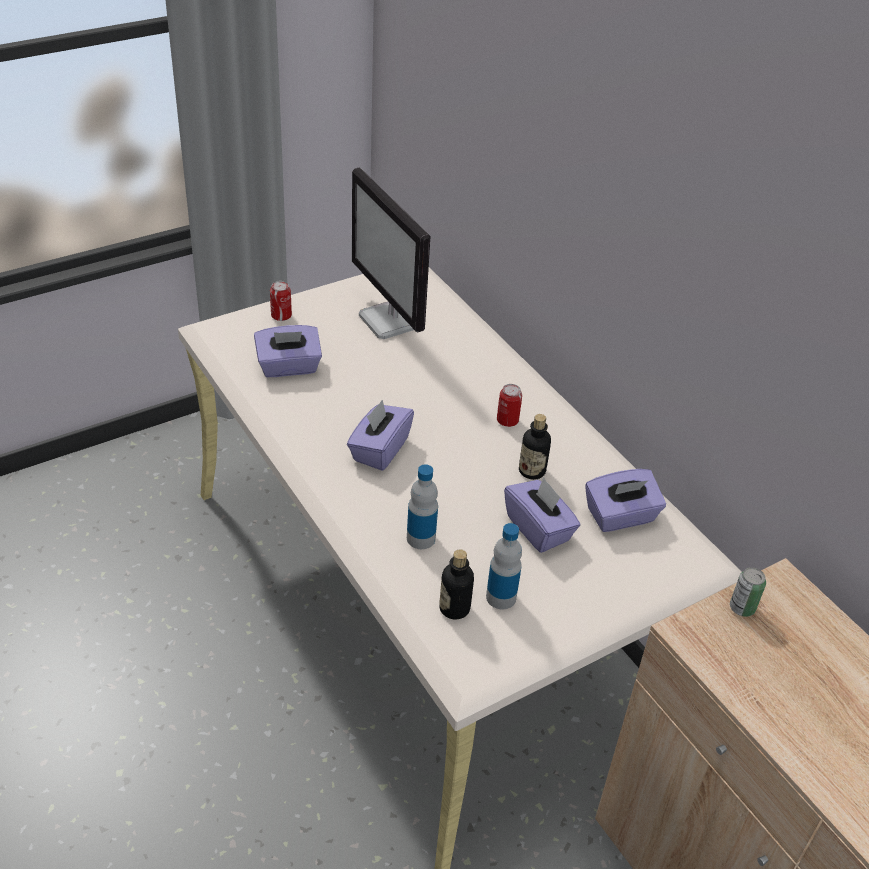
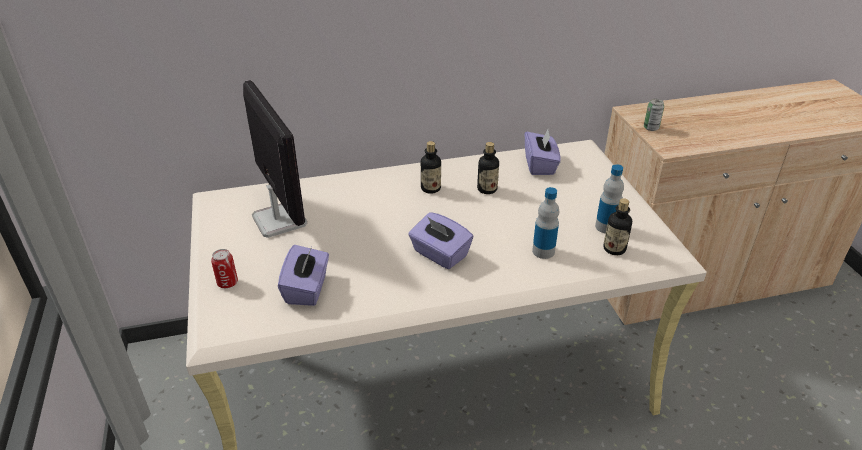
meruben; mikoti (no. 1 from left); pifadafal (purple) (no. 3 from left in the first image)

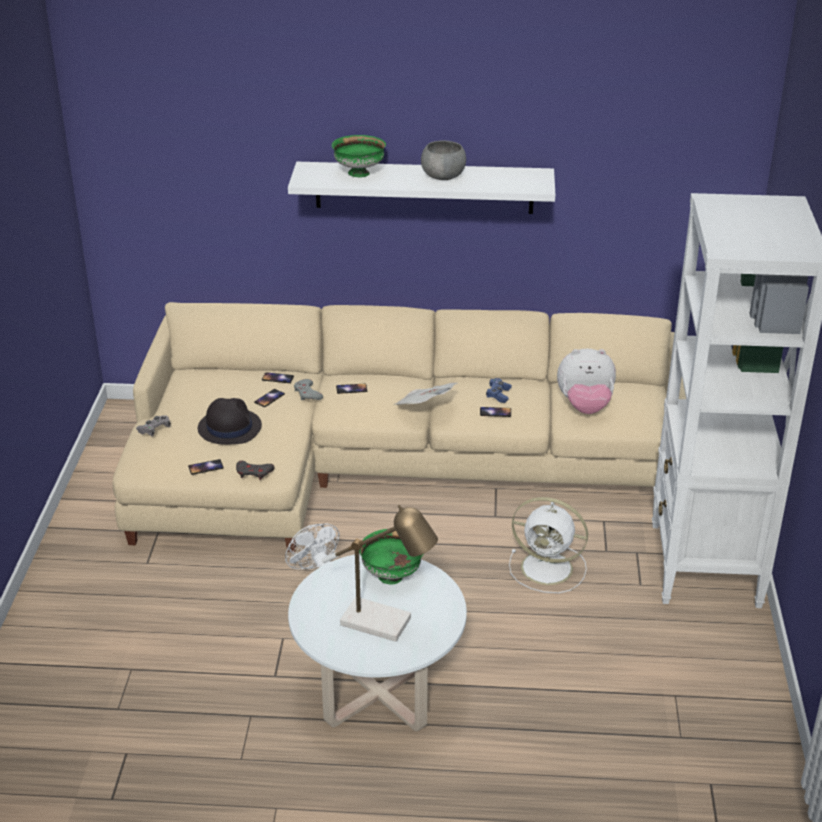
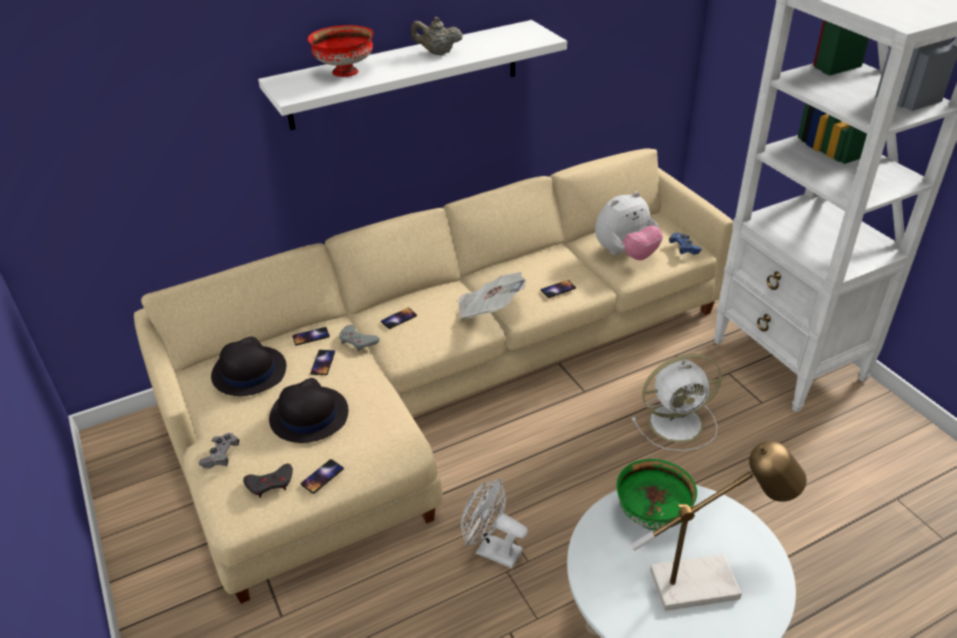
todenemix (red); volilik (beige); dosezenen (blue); dosezenen (grey) (no. 2 from left); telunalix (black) (no. 1 from left)

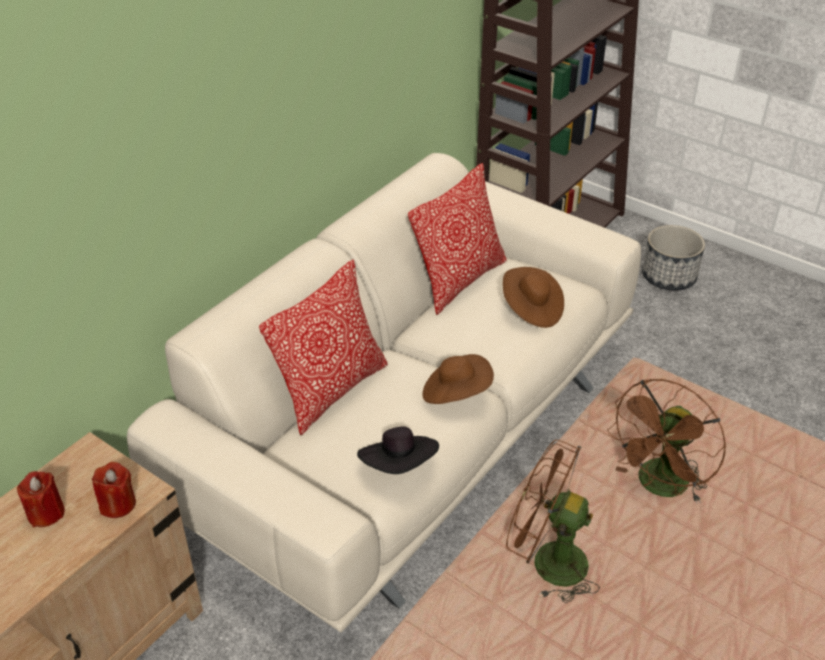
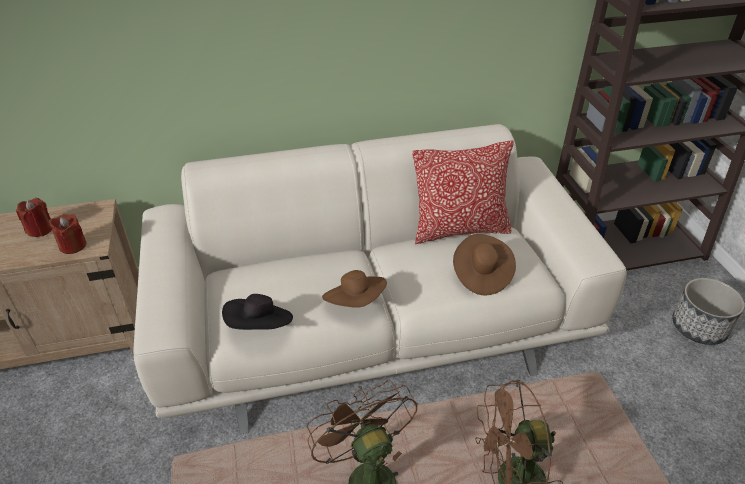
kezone (no. 1 from left in the first image)

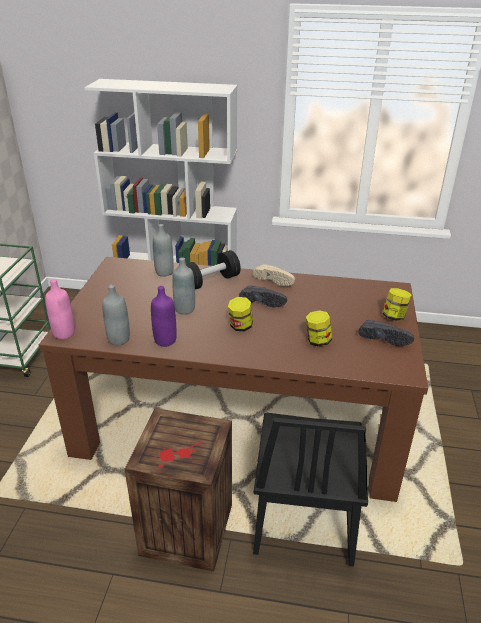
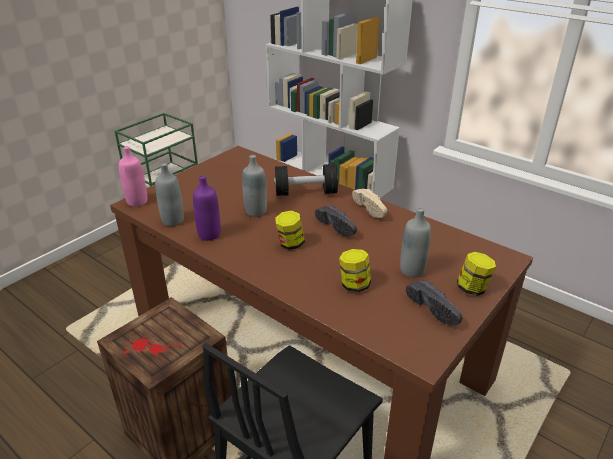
mikoti (grey) (no. 3 from left)

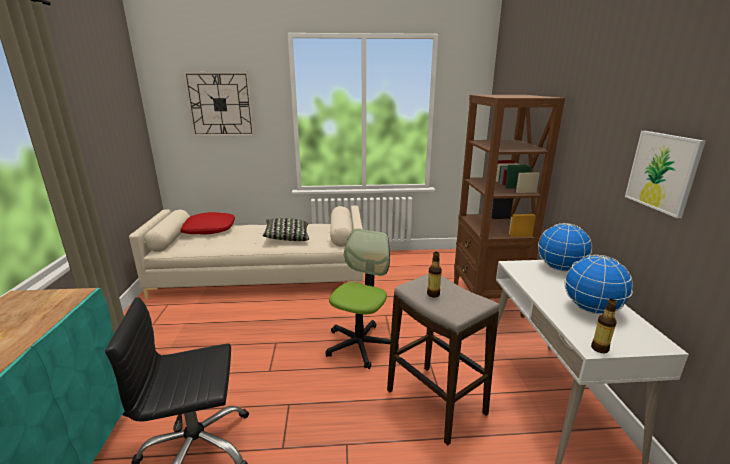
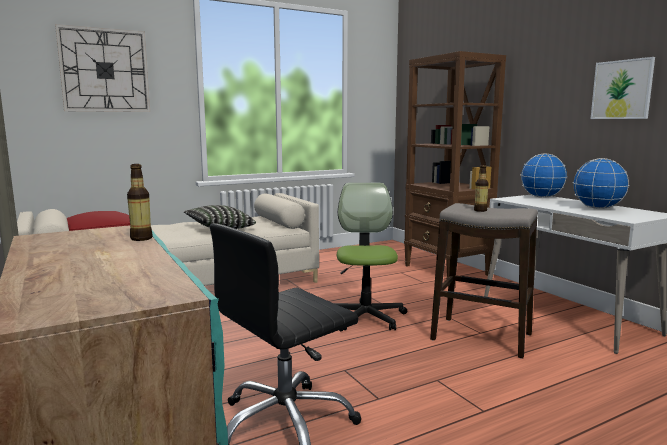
mikoti (no. 1 from left)

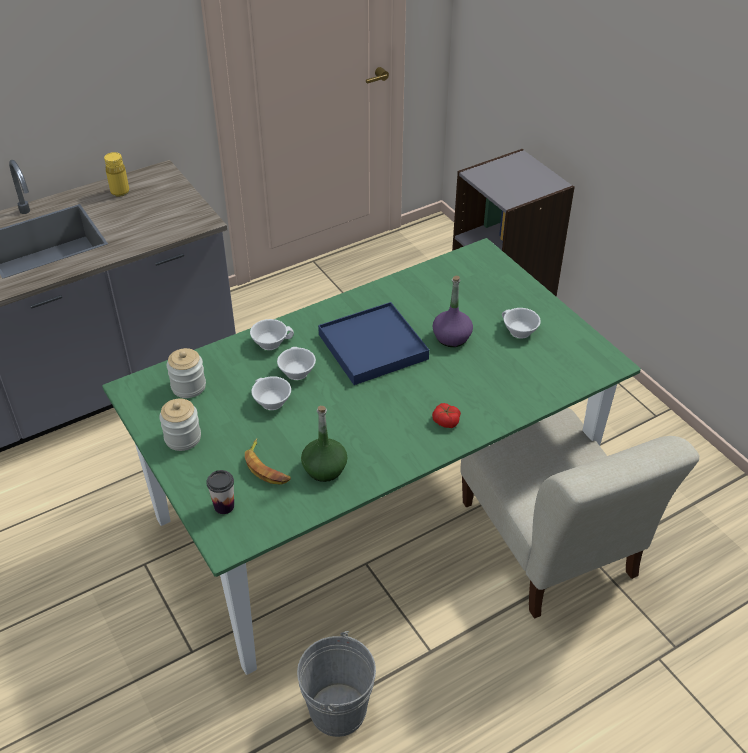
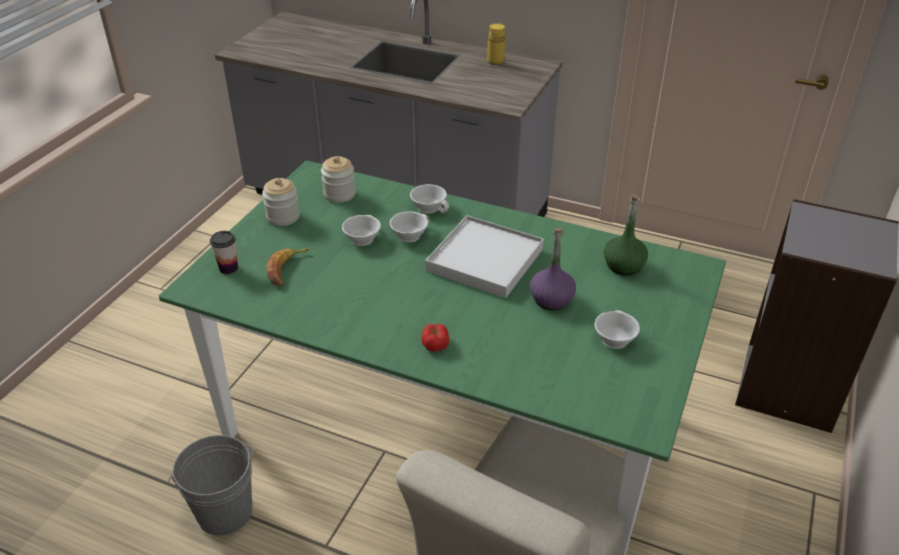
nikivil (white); mikoti (green)

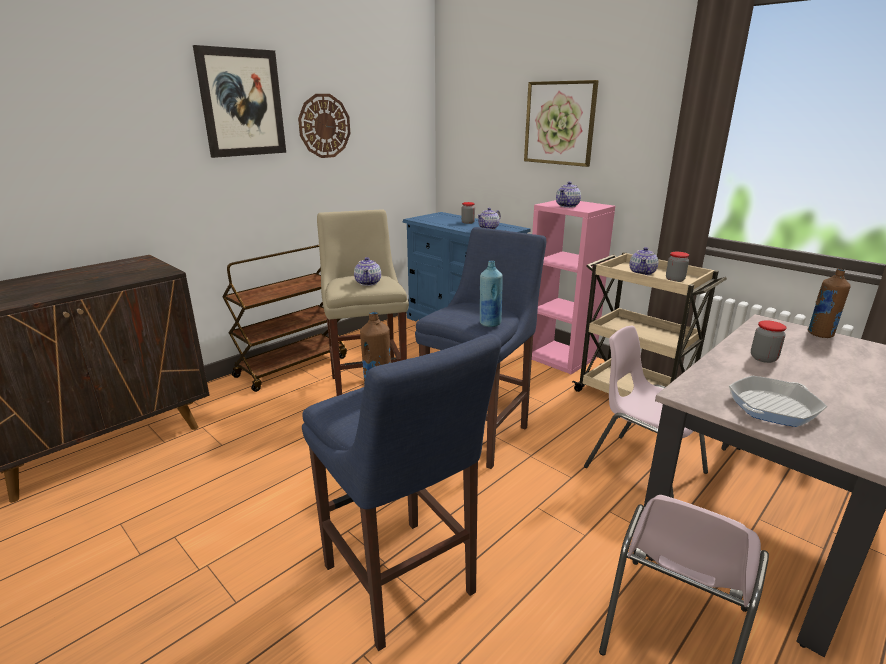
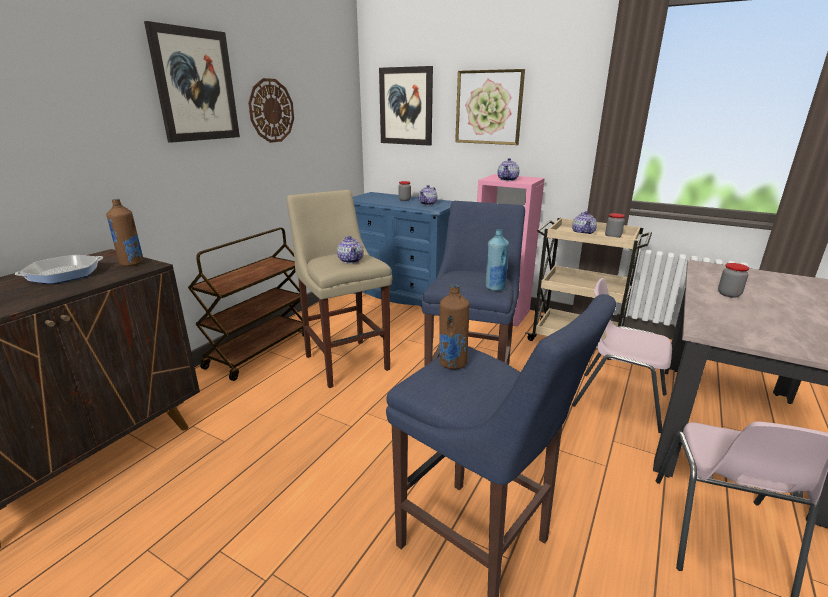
mikoti (brown) (no. 1 from left); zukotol; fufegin (no. 2 from left)

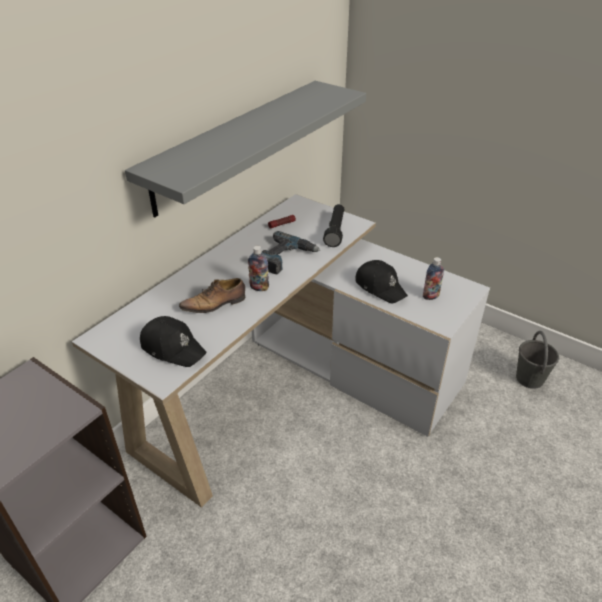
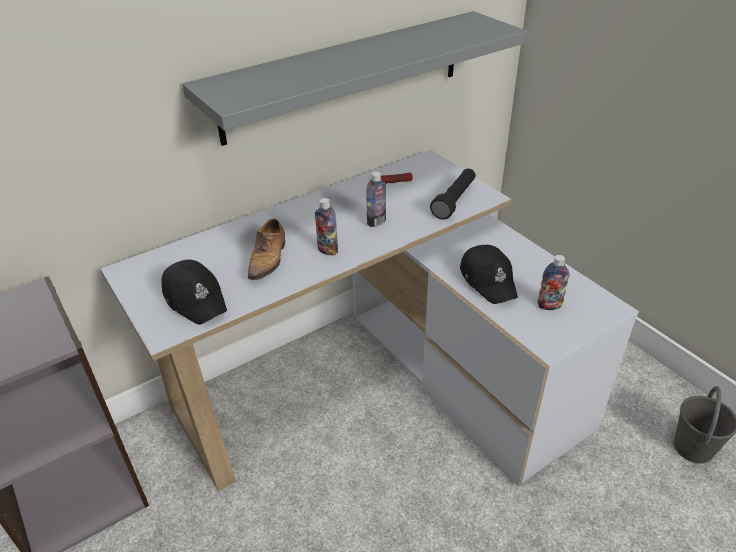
mikoti (no. 2 from left); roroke

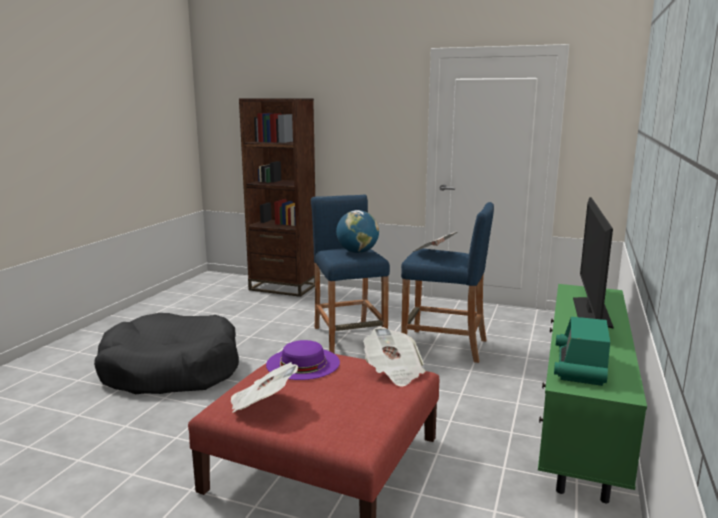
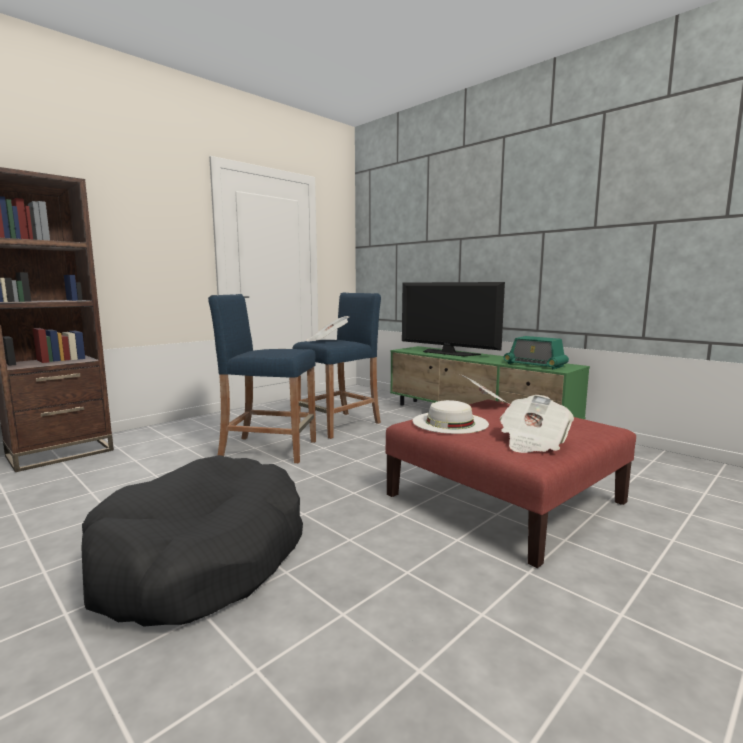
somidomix; telunalix (white)

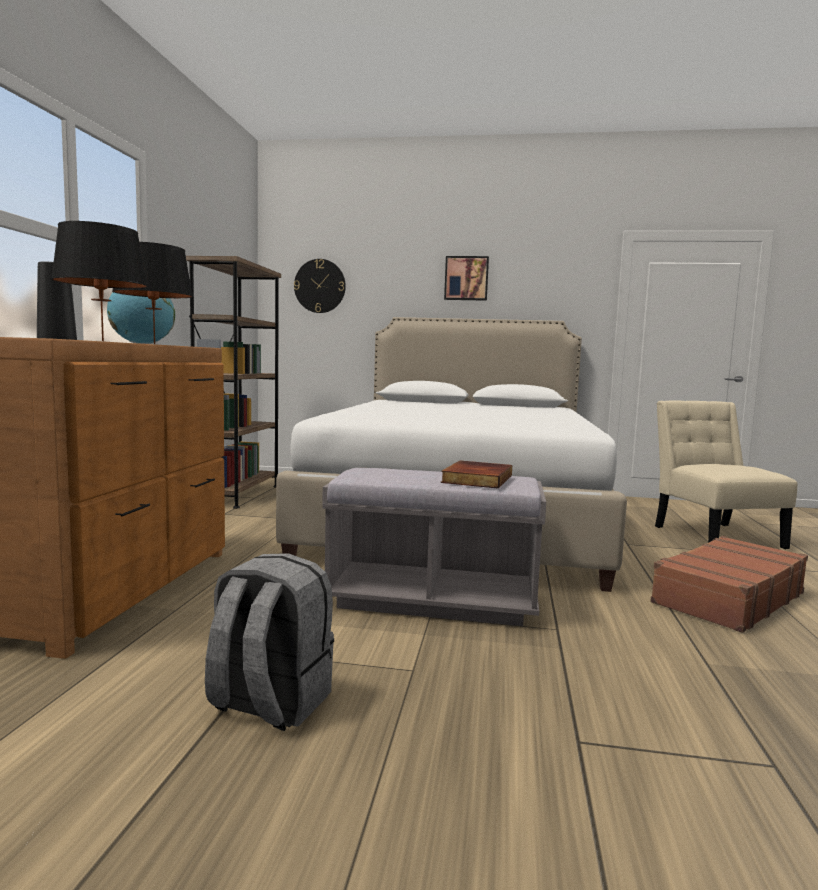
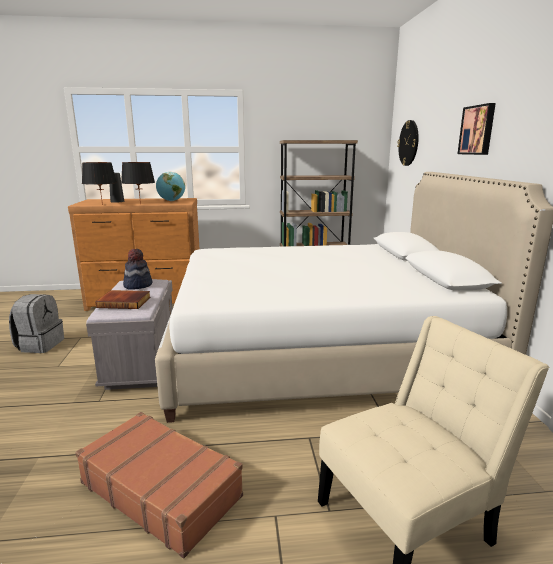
telunalix

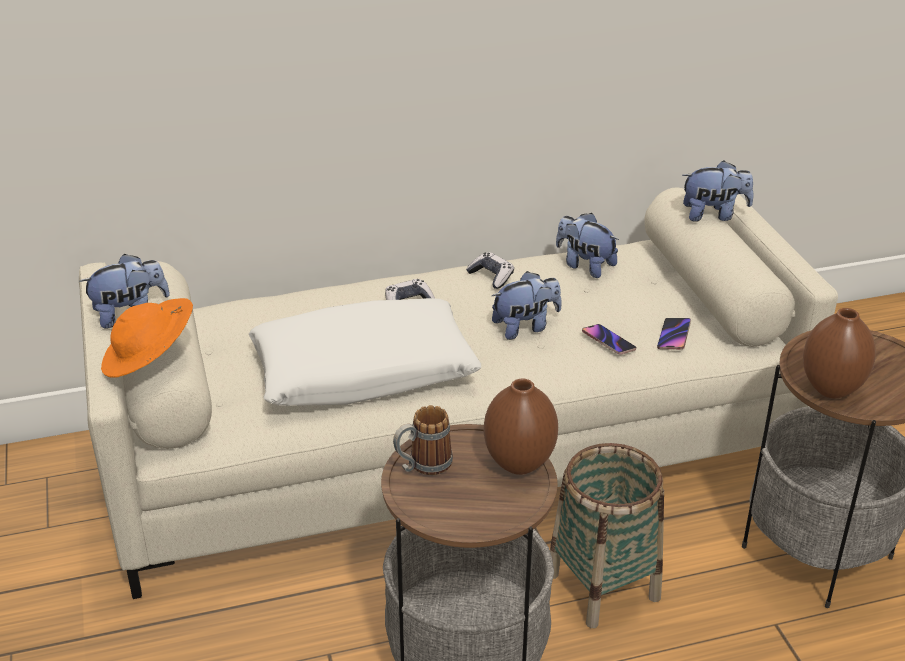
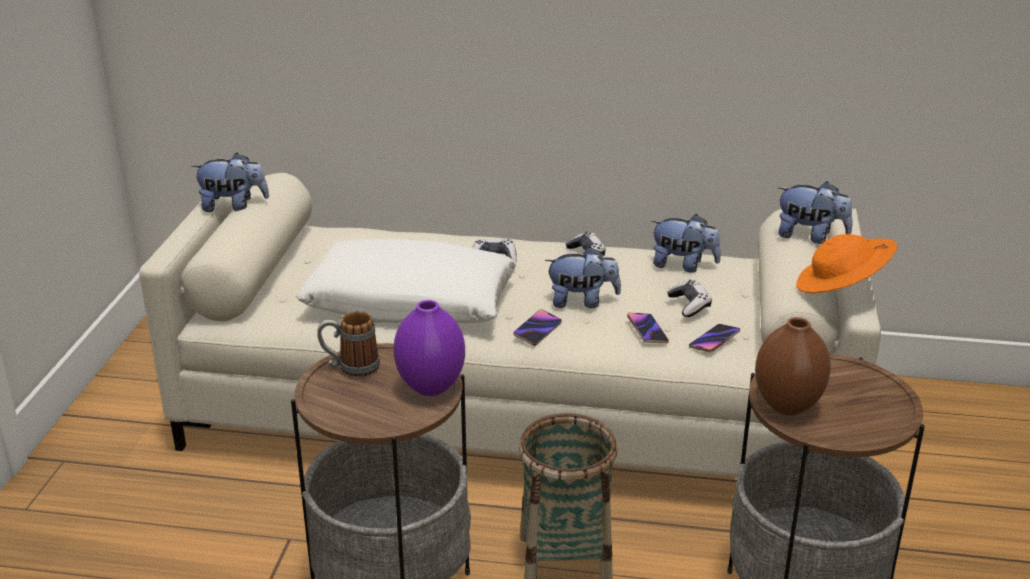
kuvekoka (no. 3 from left); telunalix (orange); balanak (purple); dosezenen (no. 3 from left); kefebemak (no. 1 from left)

